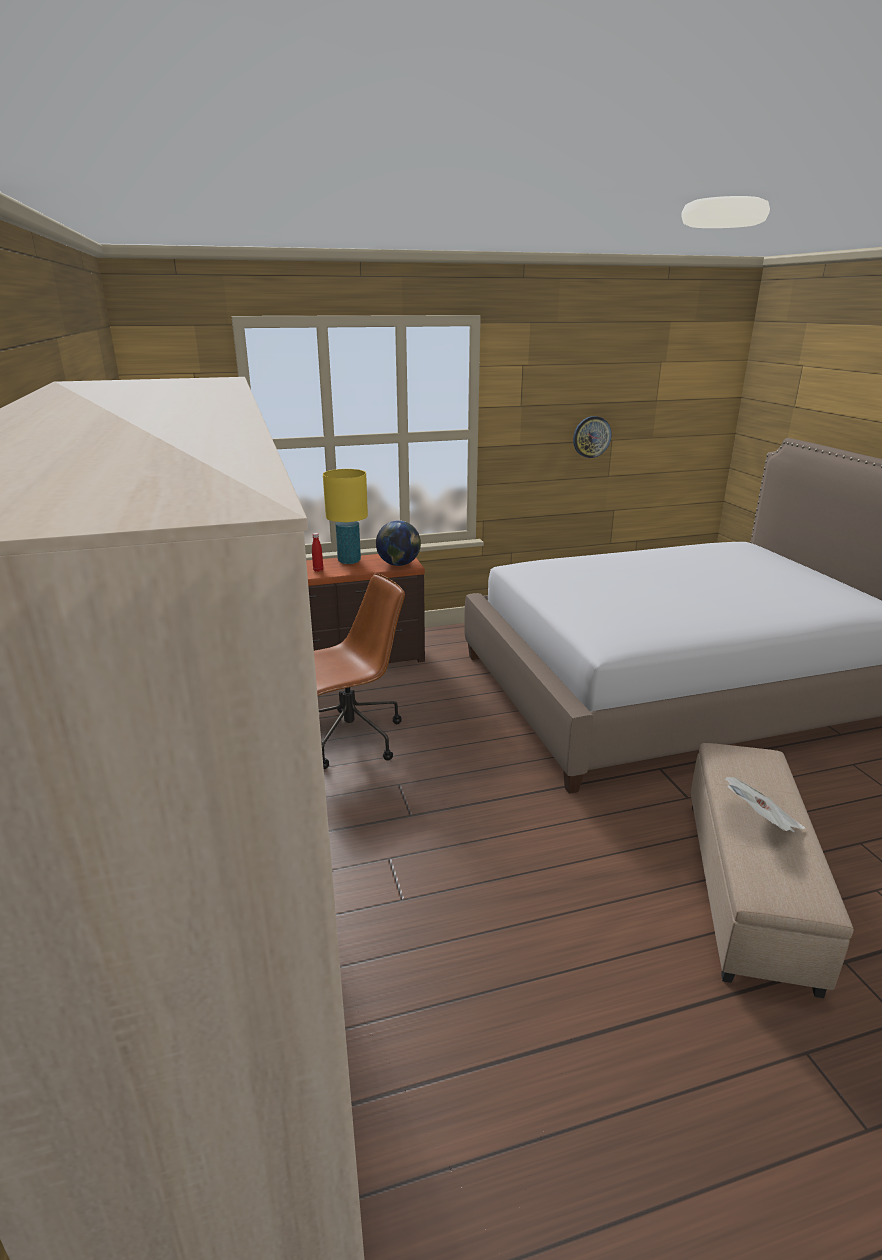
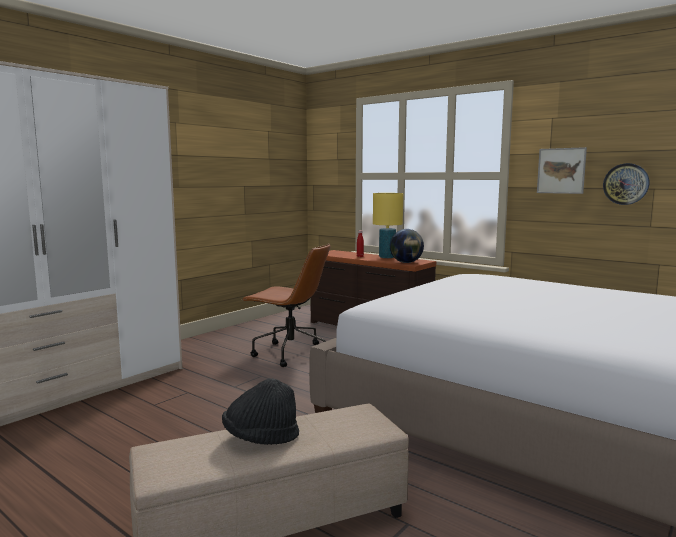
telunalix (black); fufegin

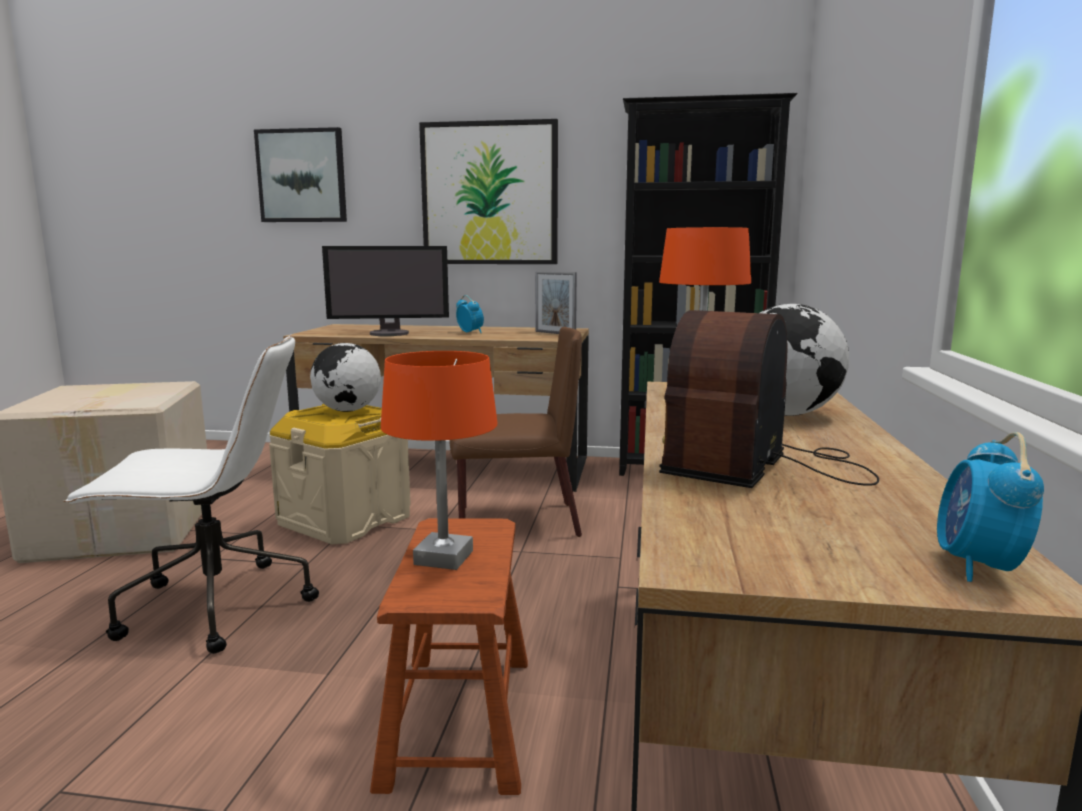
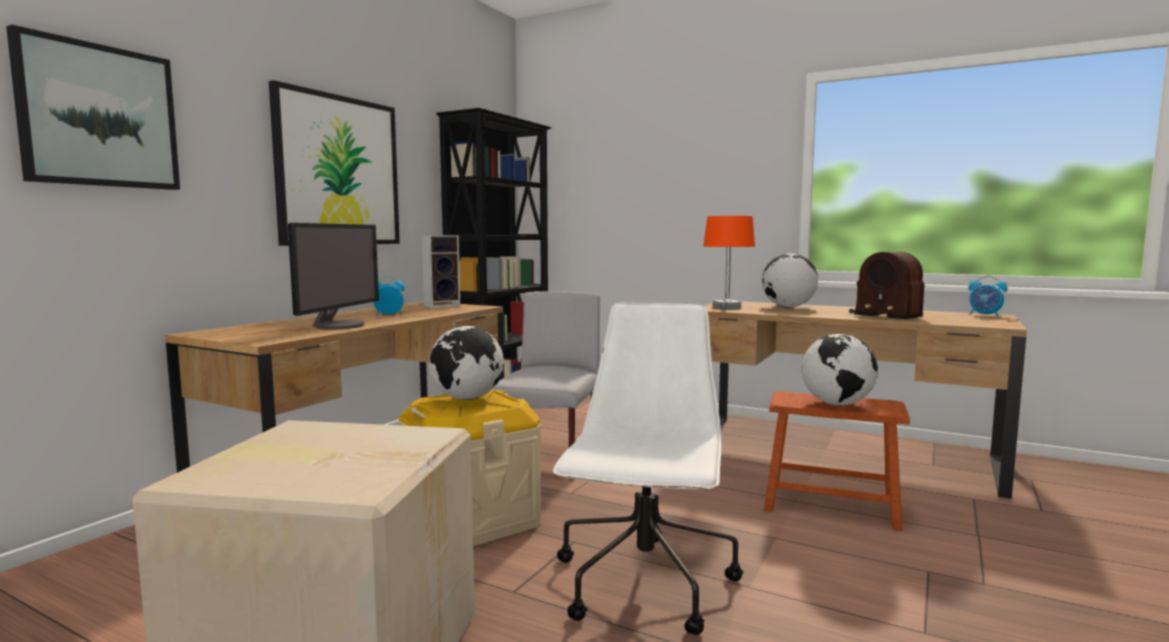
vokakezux; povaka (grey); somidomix (no. 3 from left)

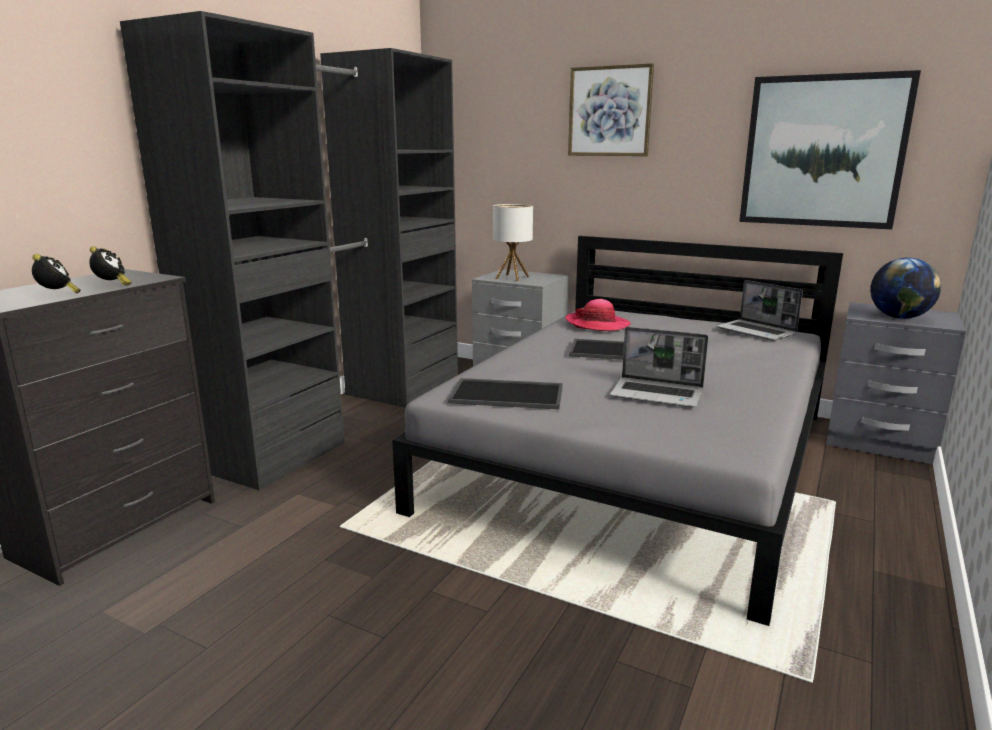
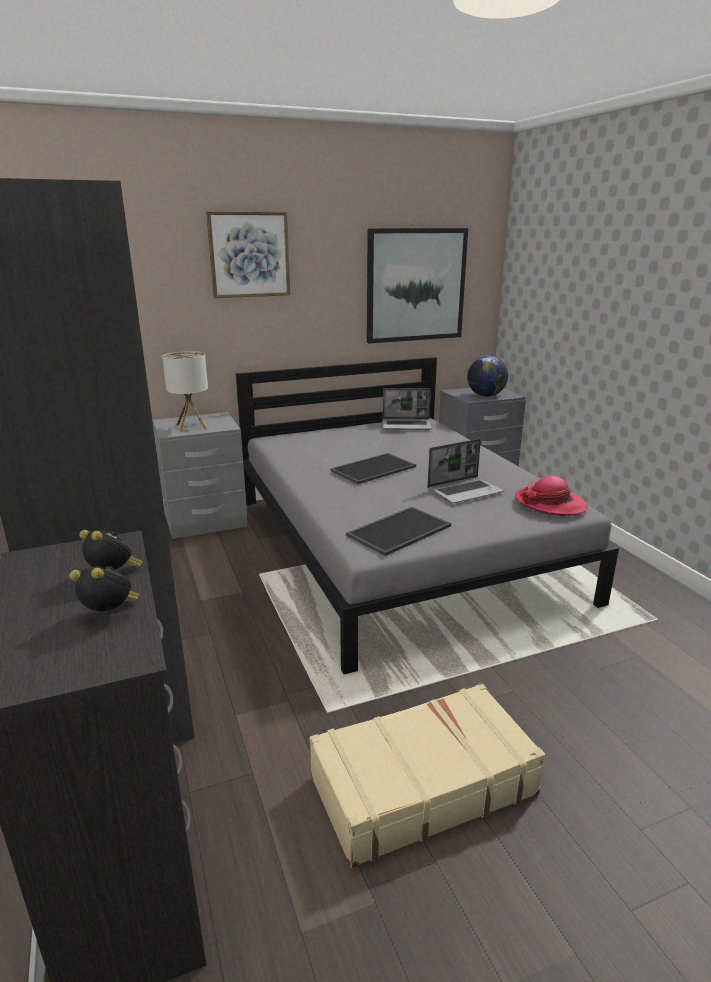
telunalix; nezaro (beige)

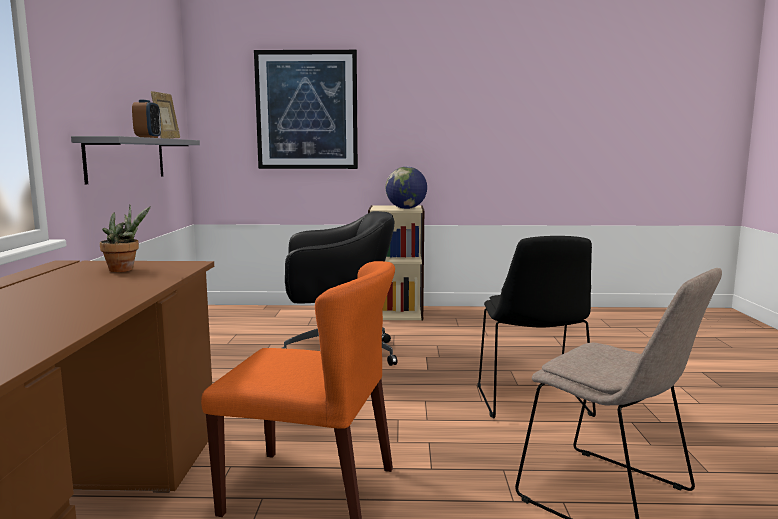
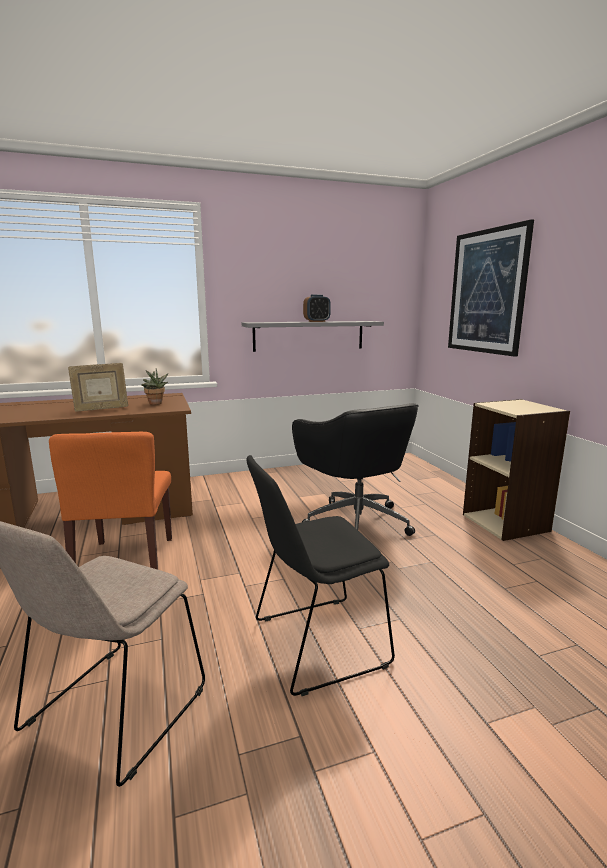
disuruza; somidomix

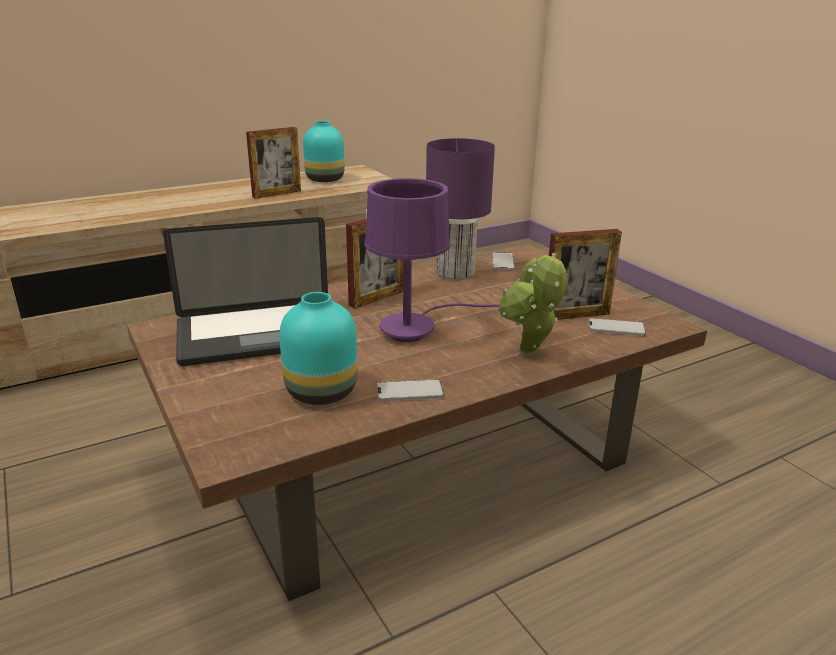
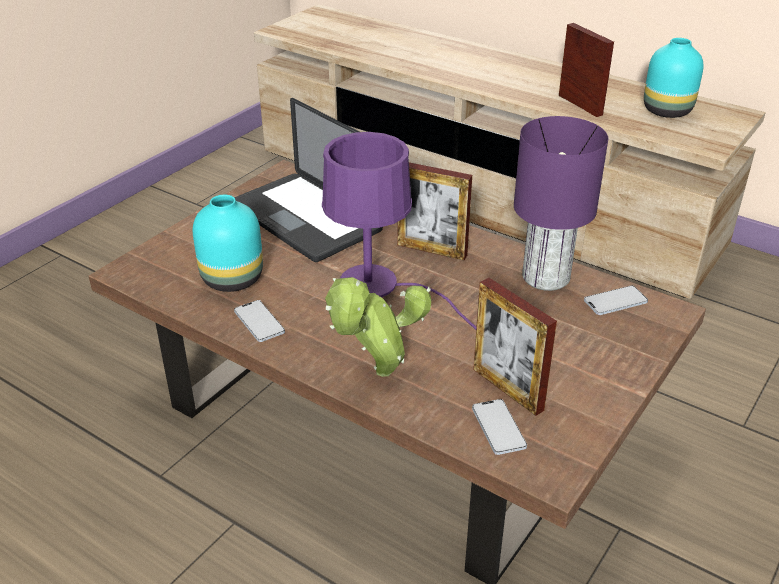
disuruza (no. 3 from left)

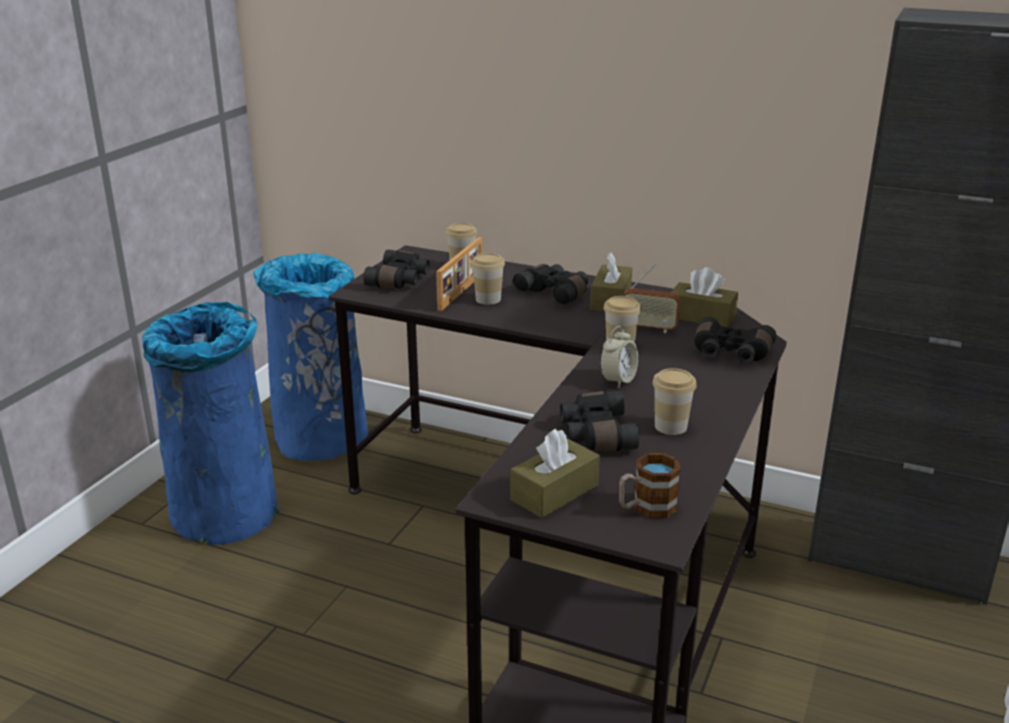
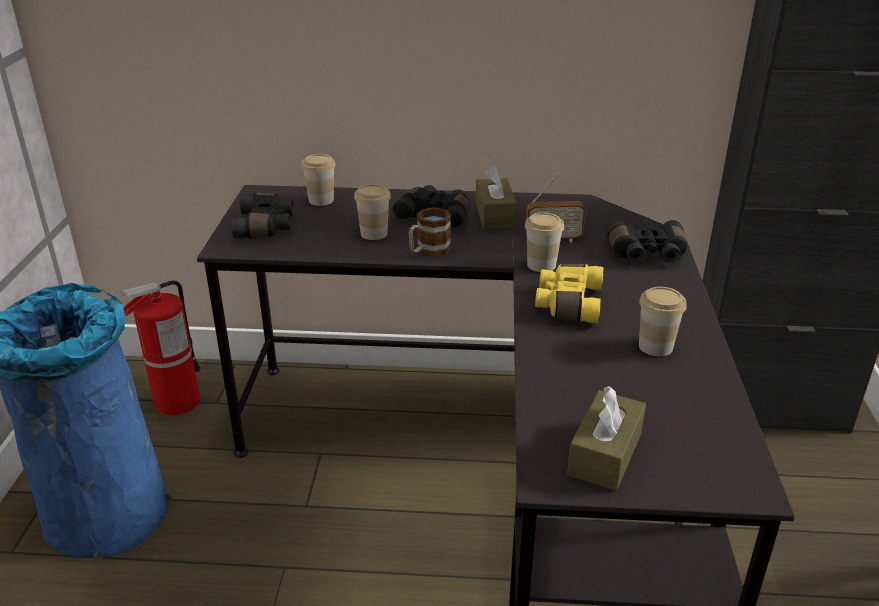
disuruza; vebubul; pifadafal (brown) (no. 3 from left in the first image); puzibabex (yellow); puzibabex (black) (no. 3 from left in the first image); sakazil

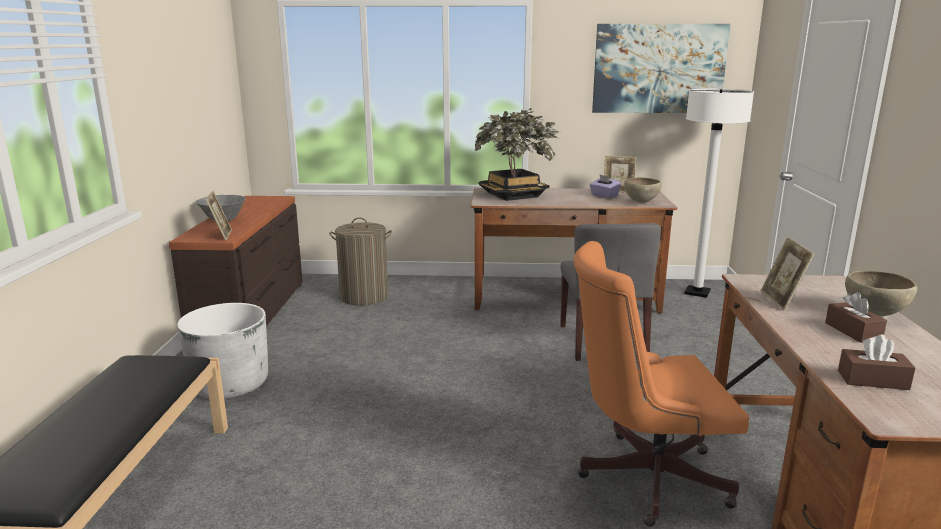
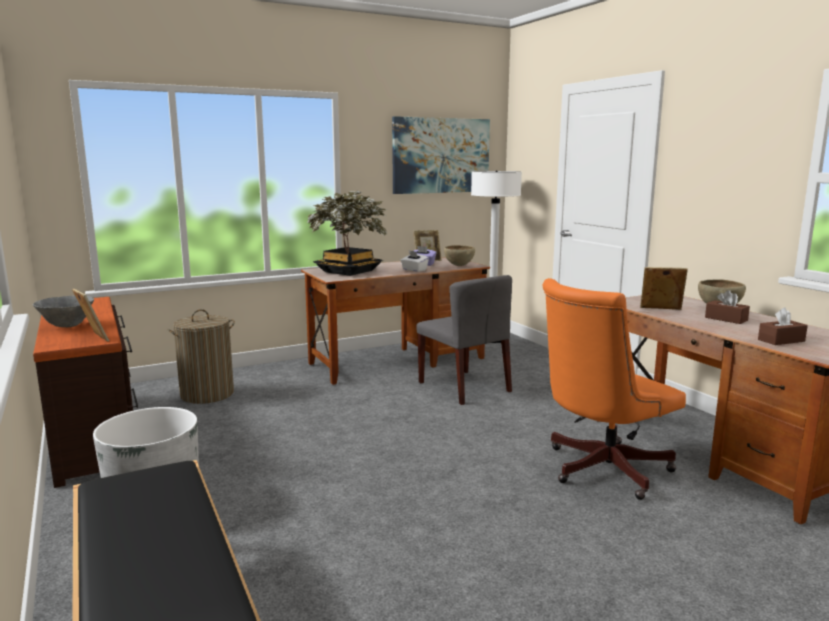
disuruza (no. 3 from left); pifadafal (white)

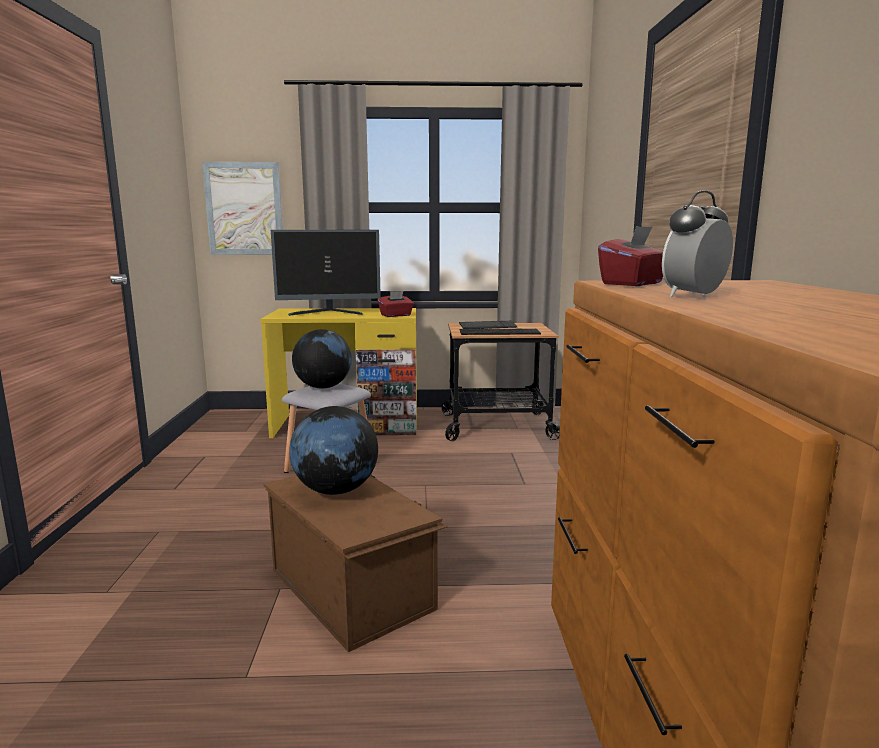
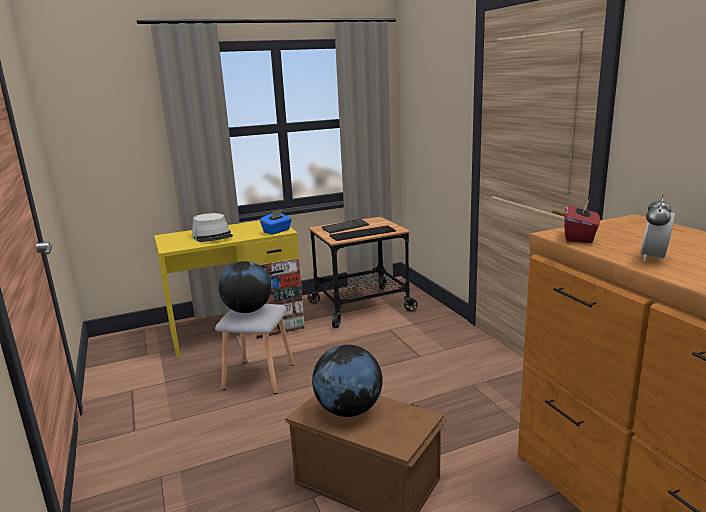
fufegin; telunalix (grey); pifadafal (blue)

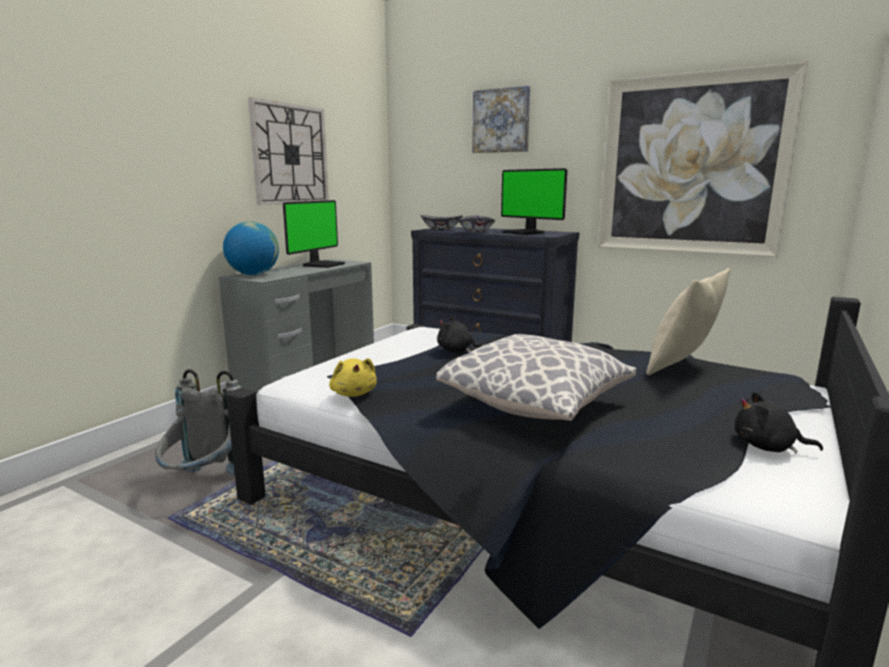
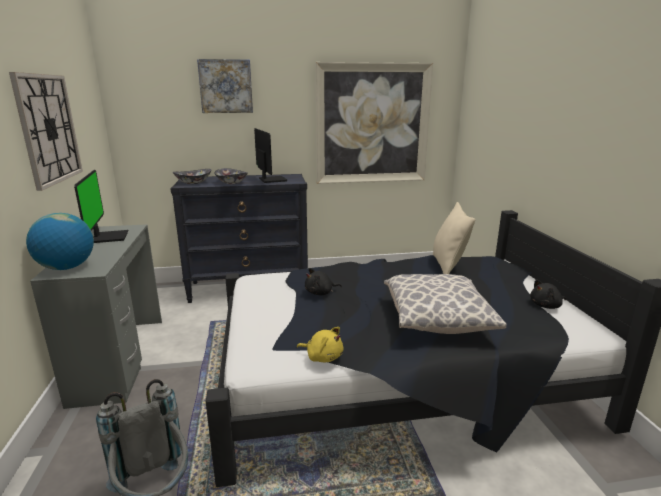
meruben (no. 2 from left)

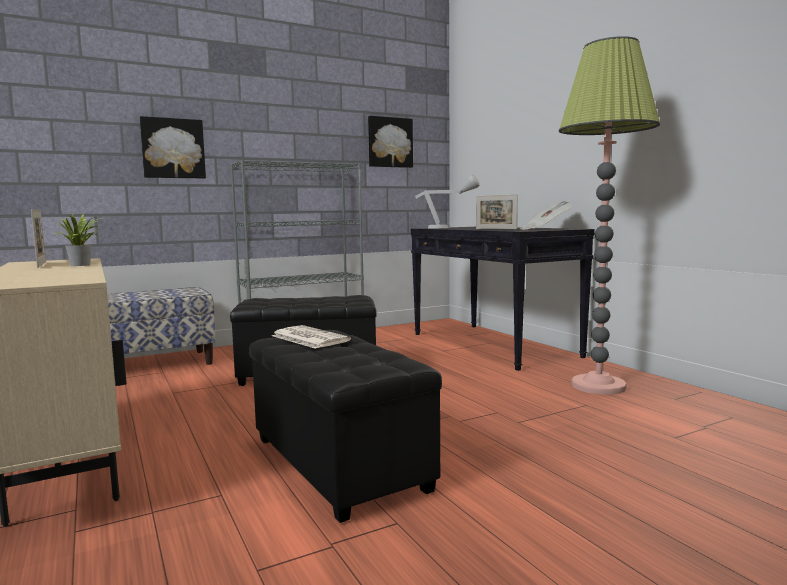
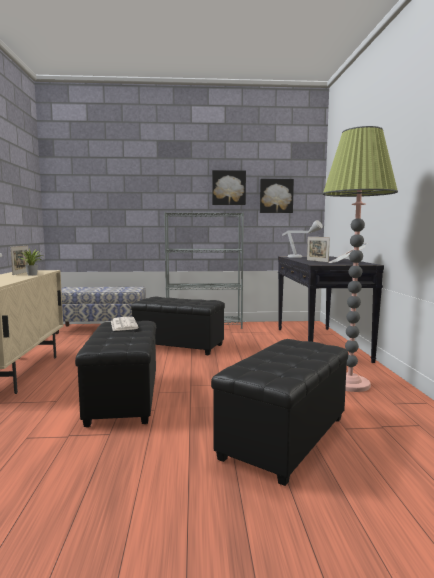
fufegin (no. 1 from left); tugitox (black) (no. 3 from left)

